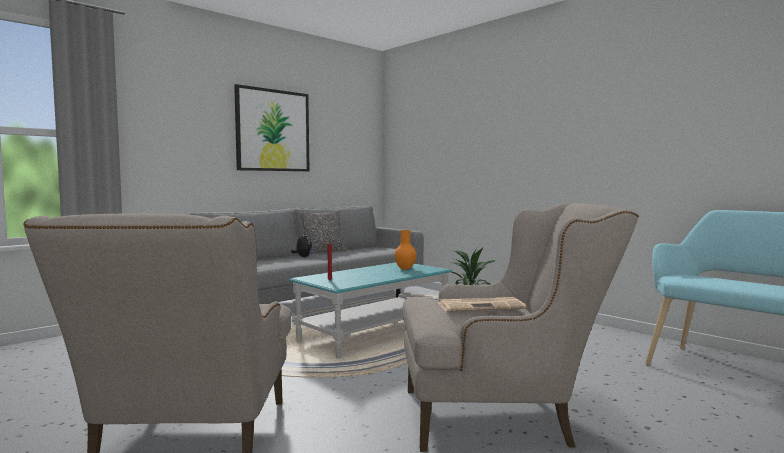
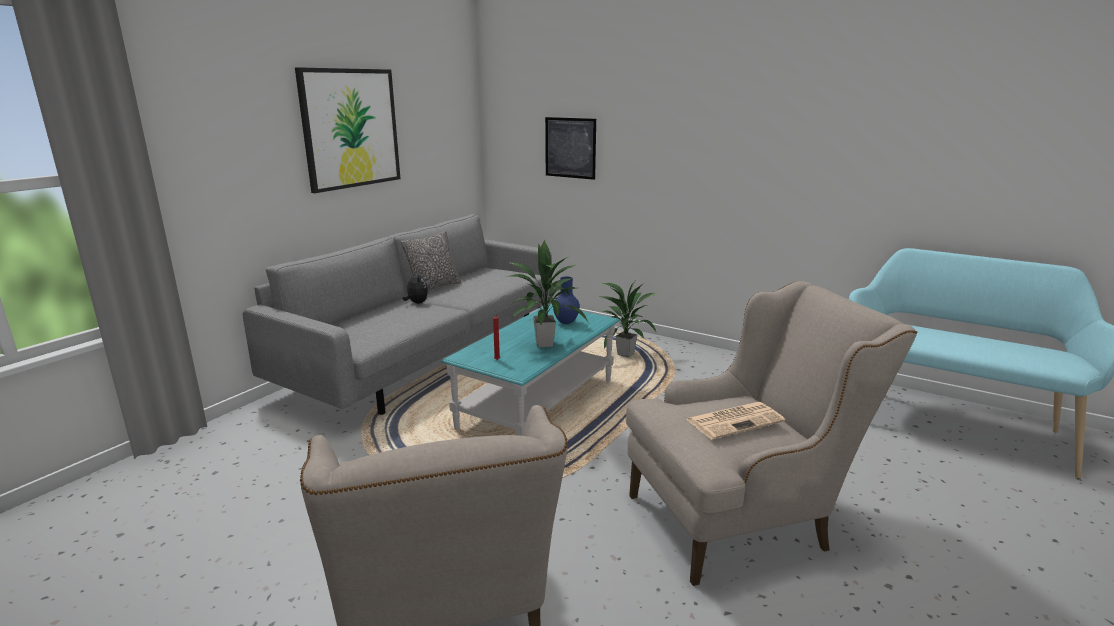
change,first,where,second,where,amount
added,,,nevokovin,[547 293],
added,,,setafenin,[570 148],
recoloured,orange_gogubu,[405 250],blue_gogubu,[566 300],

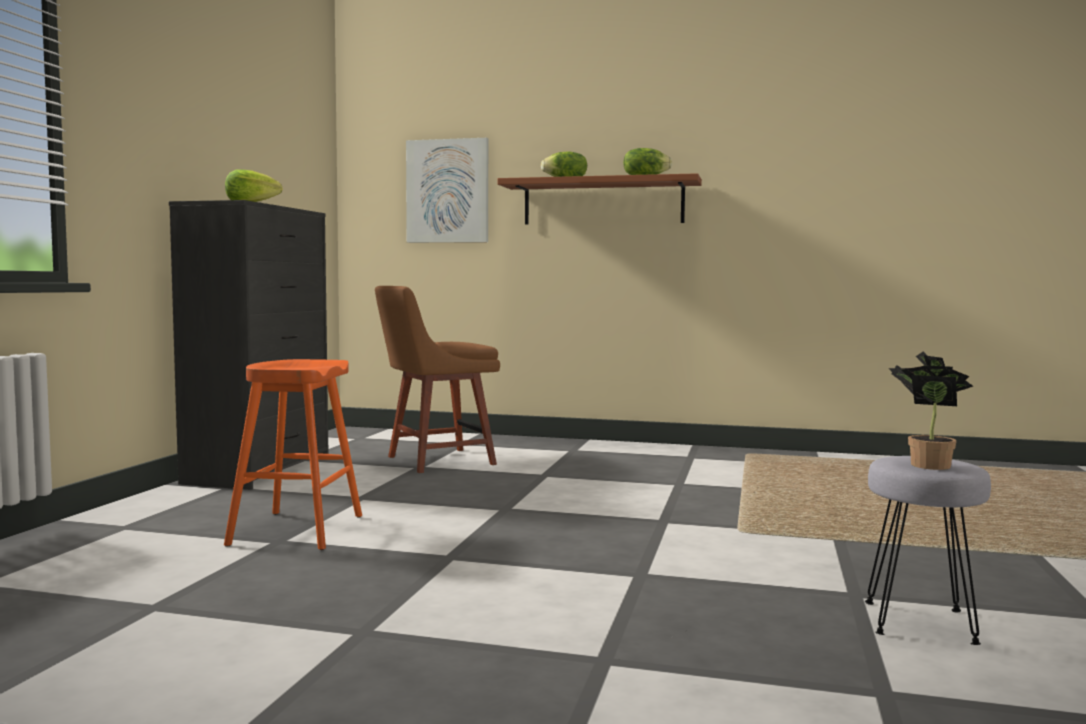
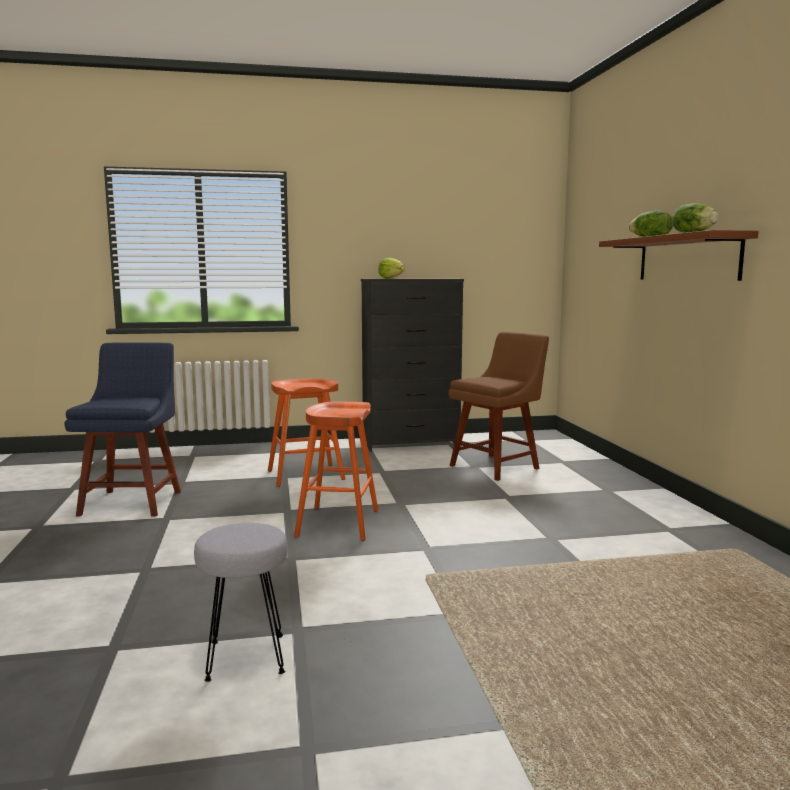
change,first,where,second,where,amount
added,,,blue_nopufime,[123 429],
added,,,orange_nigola,[336 471],
turned,brown_nopufime,[437 379],,[498 406],105 degrees clockwise
removed,setafenin,[447 190],,,
removed,nevokovin,[930 410],,,

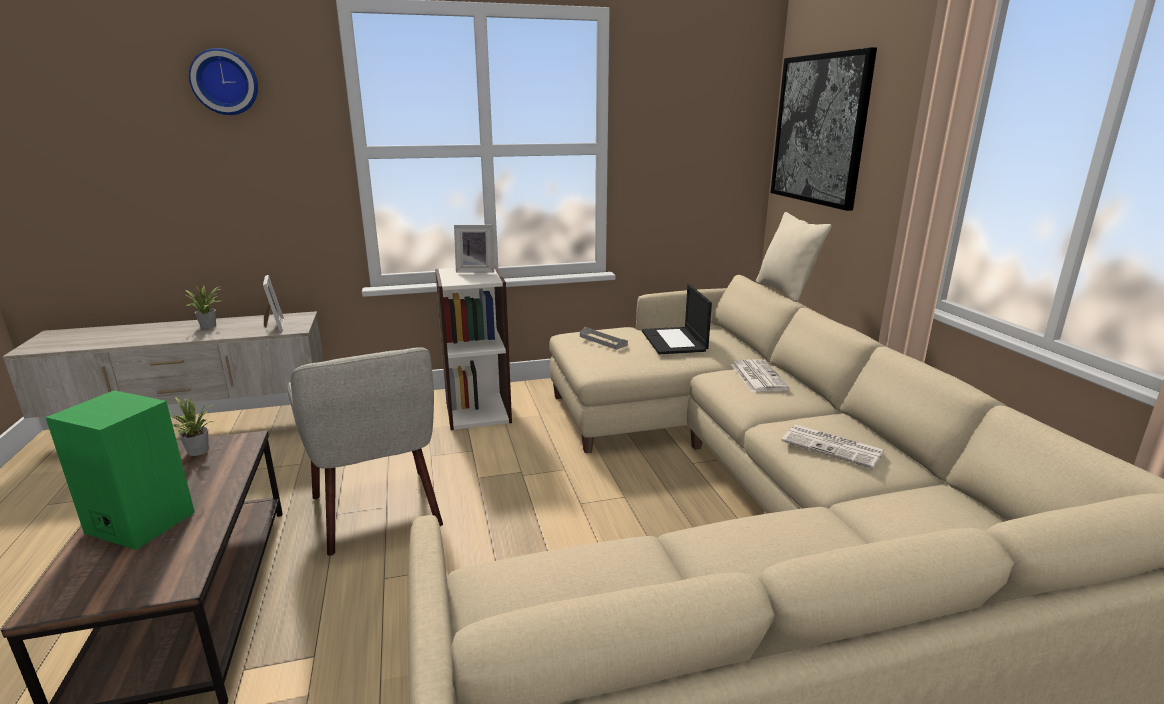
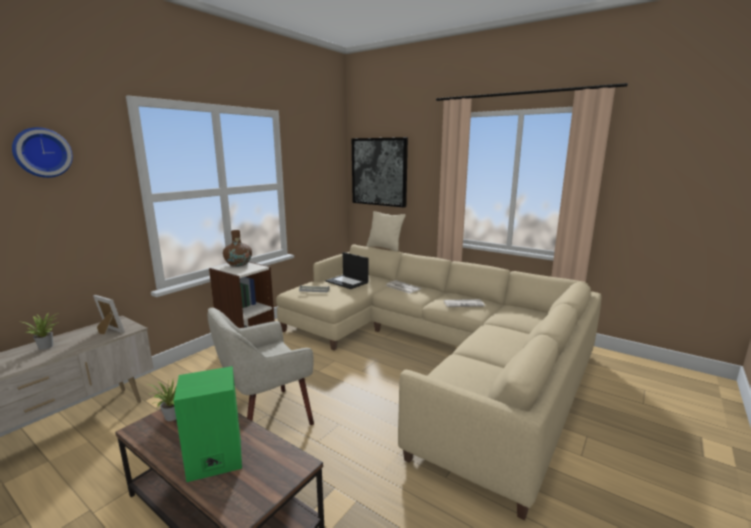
change,first,where,second,where,amount
turned,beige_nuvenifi,[365 451],,[261 366],120 degrees clockwise
replaced,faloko,[474 249],brown_gogubu,[237 248],

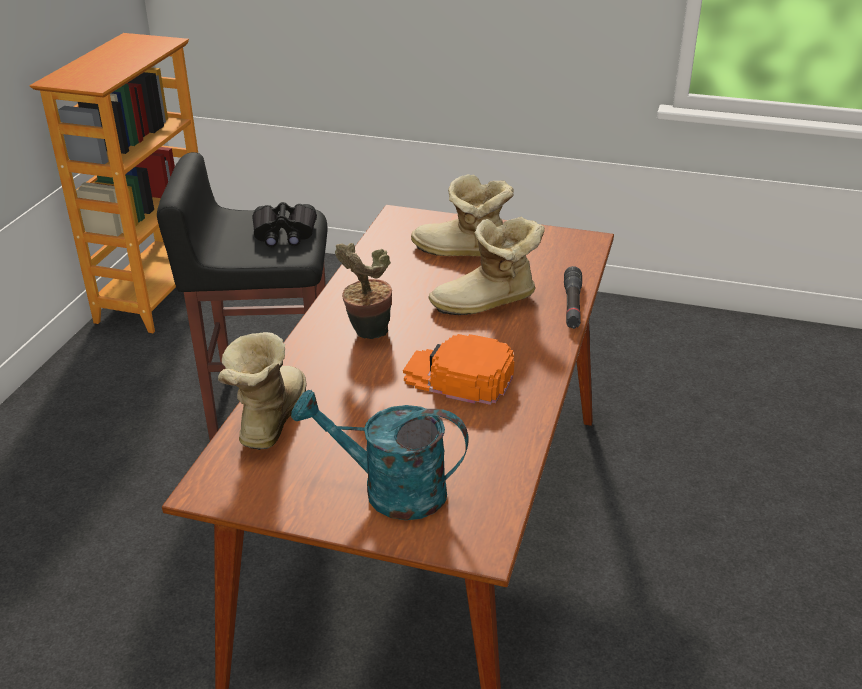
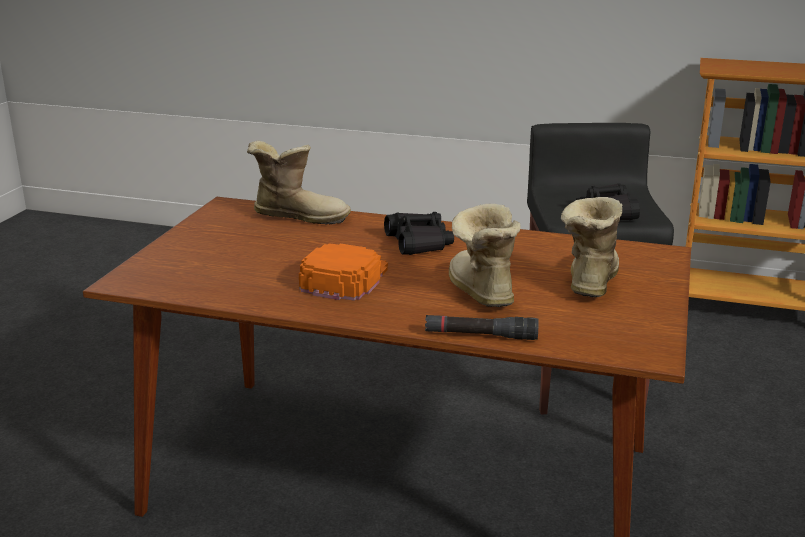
change,first,where,second,where,amount
replaced,nevokovin,[363 291],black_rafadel,[419 233],
removed,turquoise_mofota,[380 455],,,

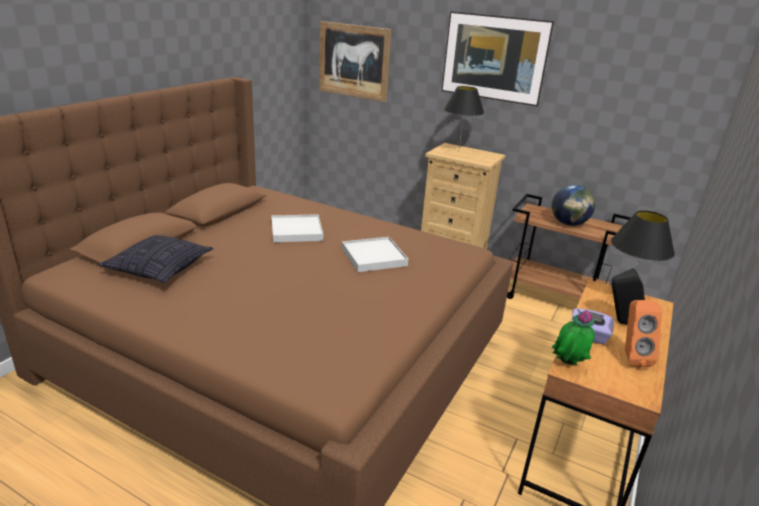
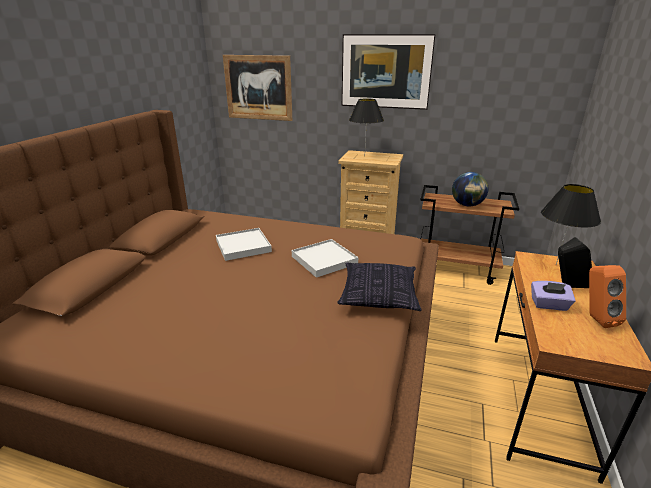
change,first,where,second,where,amount
moved,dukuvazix,[155 259],,[380 287],
removed,nevokovin,[573 337],,,

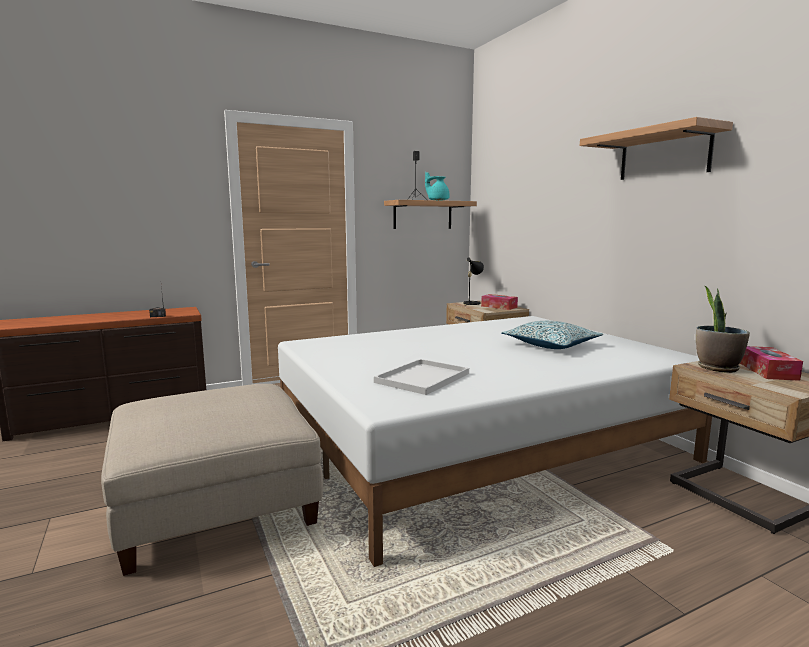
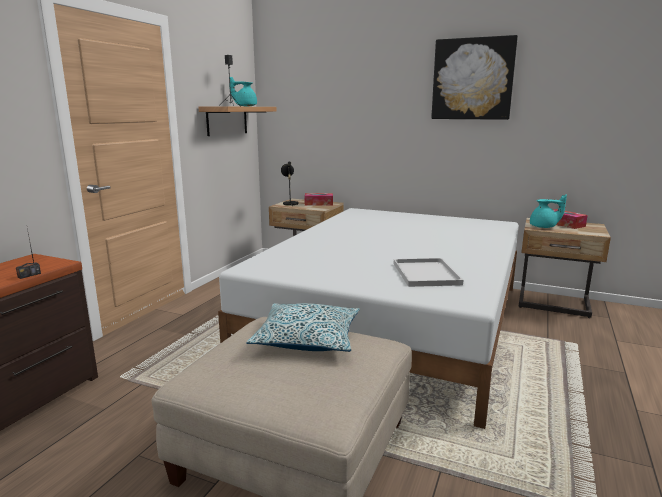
change,first,where,second,where,amount
moved,dukuvazix,[552 335],,[303 327],
replaced,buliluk,[656 148],setafenin,[474 77],
replaced,nevokovin,[723 329],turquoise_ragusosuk,[548 211],

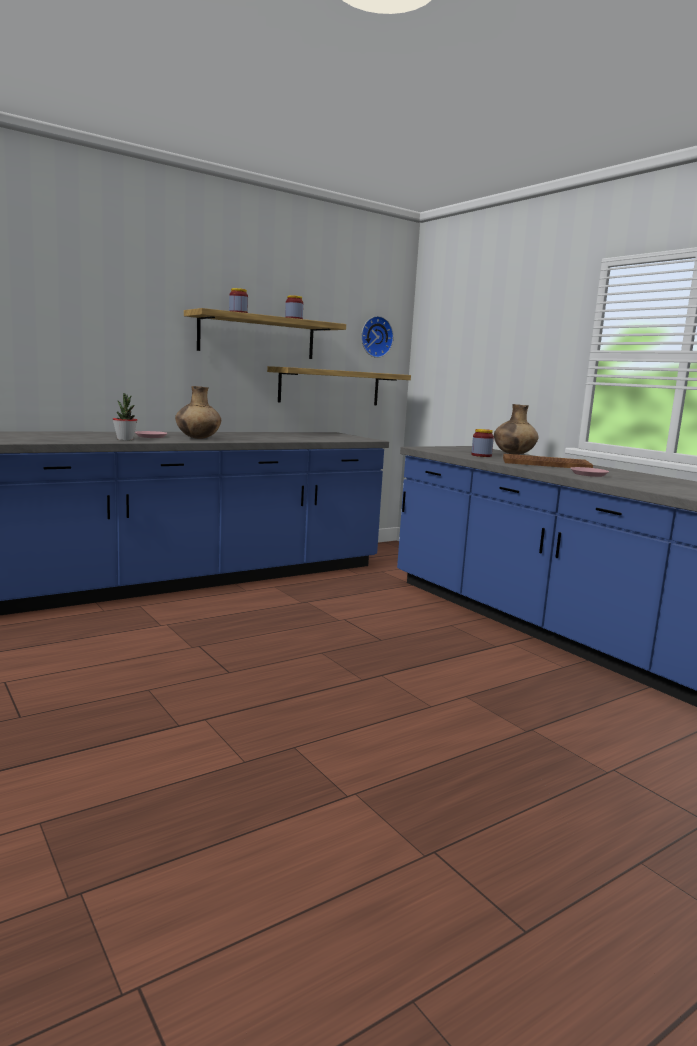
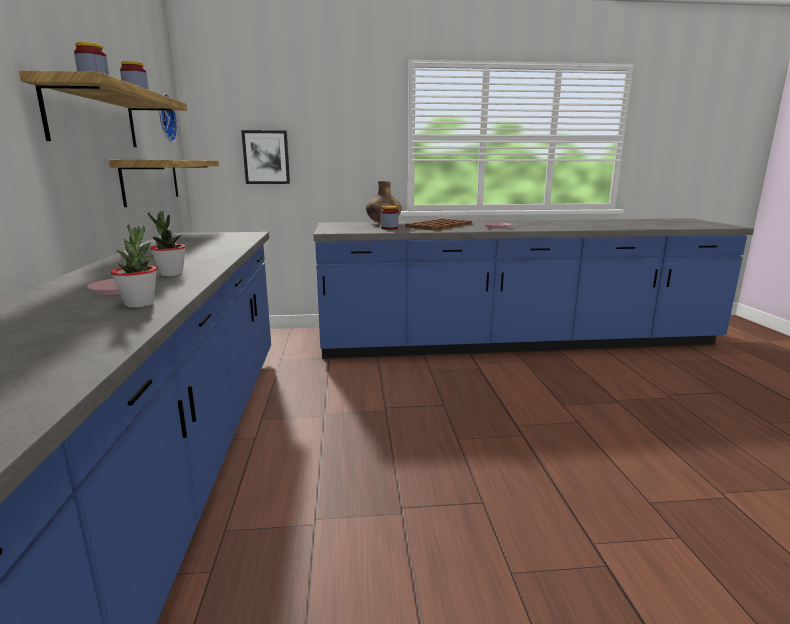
change,first,where,second,where,amount
replaced,brown_gogubu,[198 412],nevokovin,[167 244],
added,,,setafenin,[265 157],

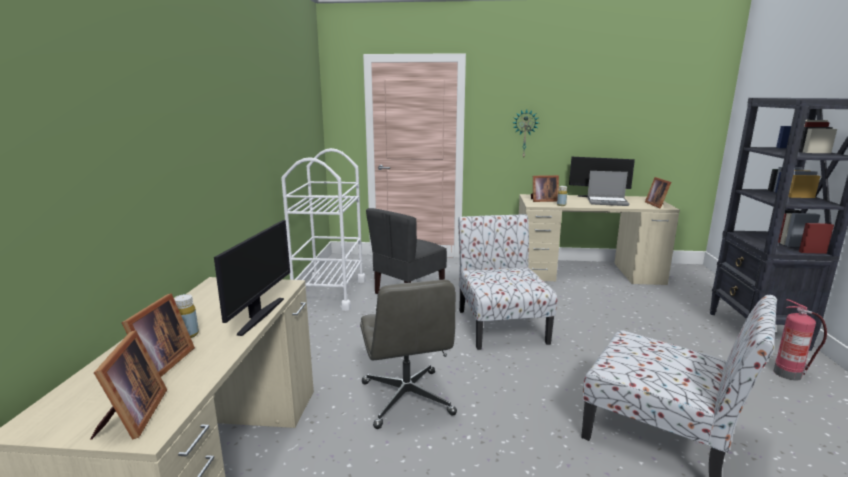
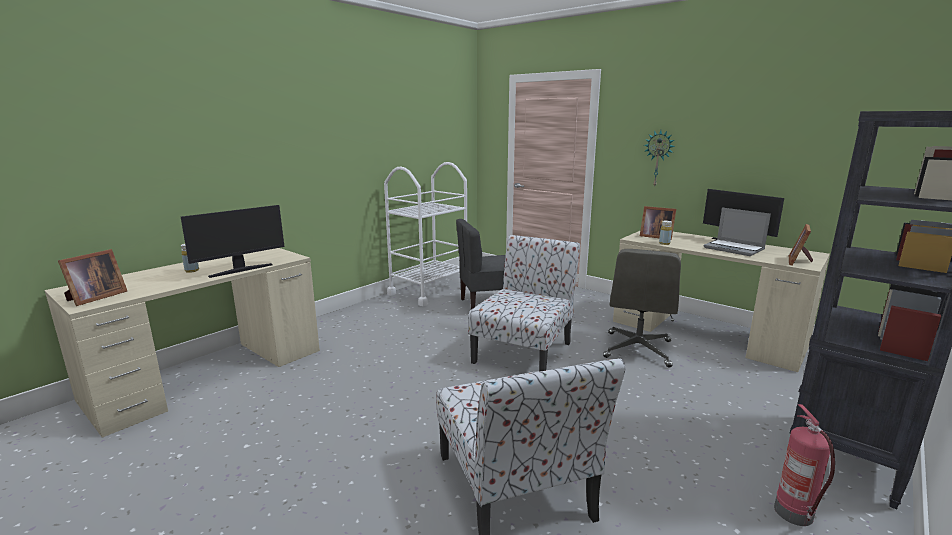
change,first,where,second,where,amount
moved,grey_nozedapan,[408 354],,[642 308],
removed,faloko,[158 335],,,

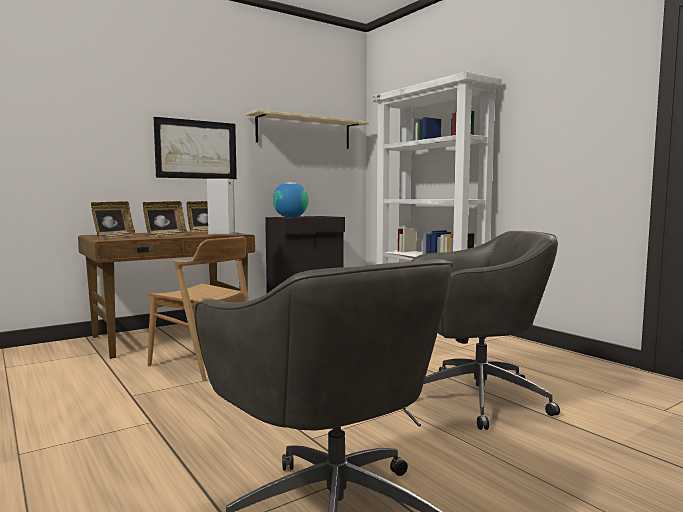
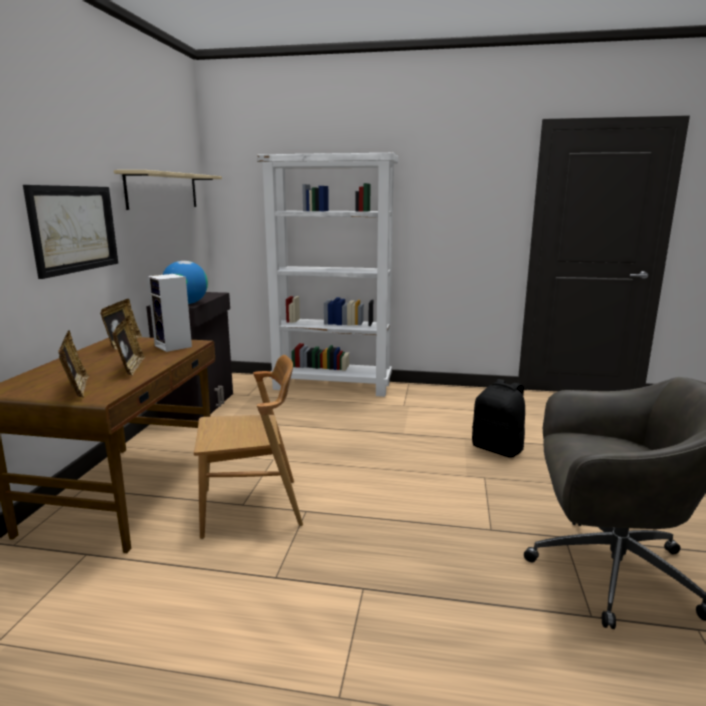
change,first,where,second,where,amount
replaced,grey_nozedapan,[485 330],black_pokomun,[498 418],

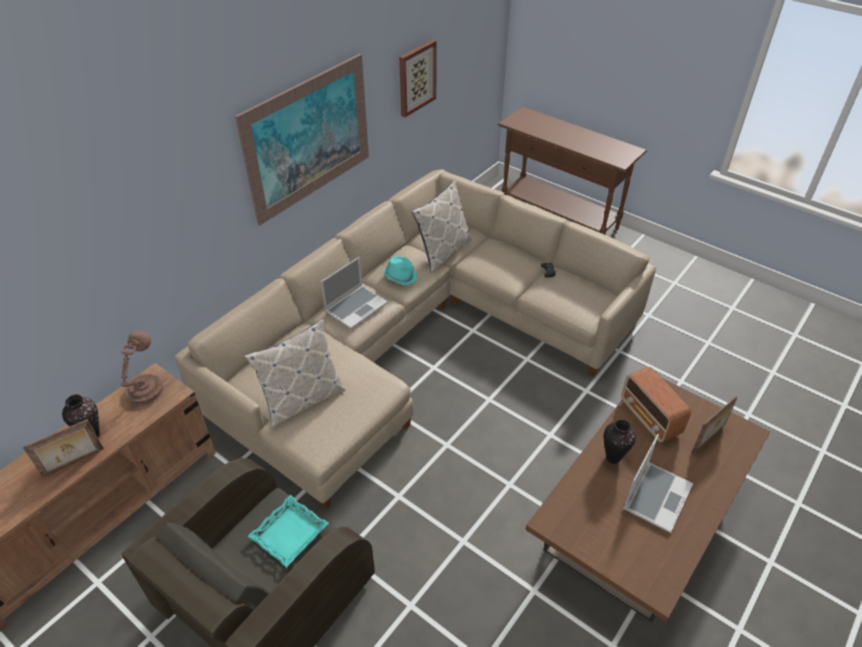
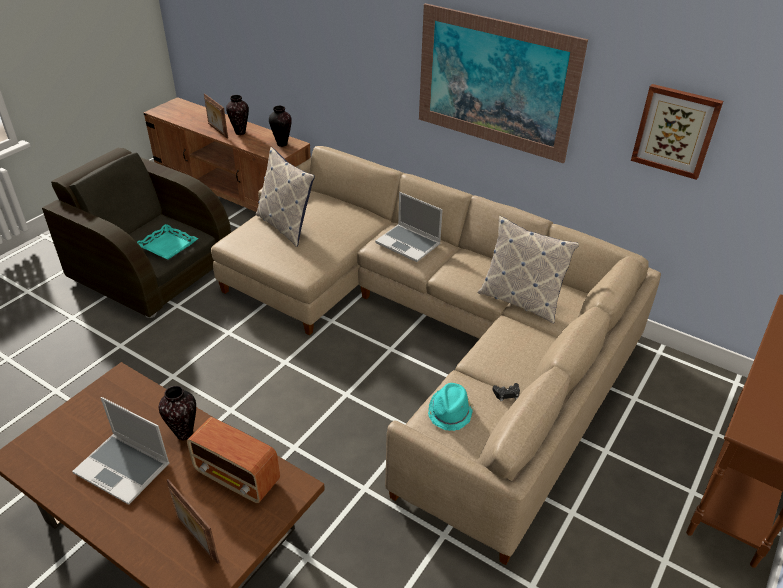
change,first,where,second,where,amount
turned,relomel,[656 405],,[233 460],120 degrees counterclockwise
replaced,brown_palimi,[142 368],gogubu,[280 126],
moved,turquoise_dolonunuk,[400 270],,[451 407],

